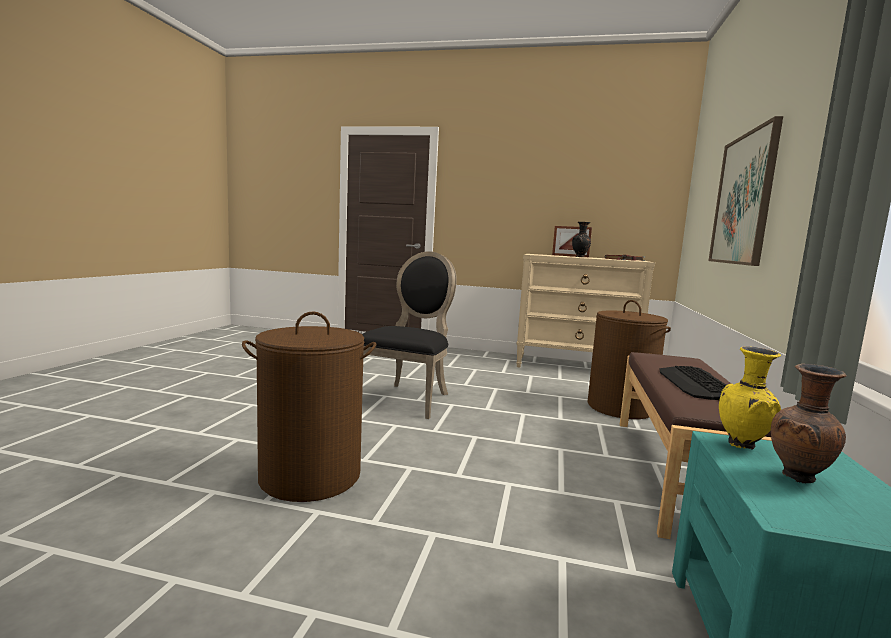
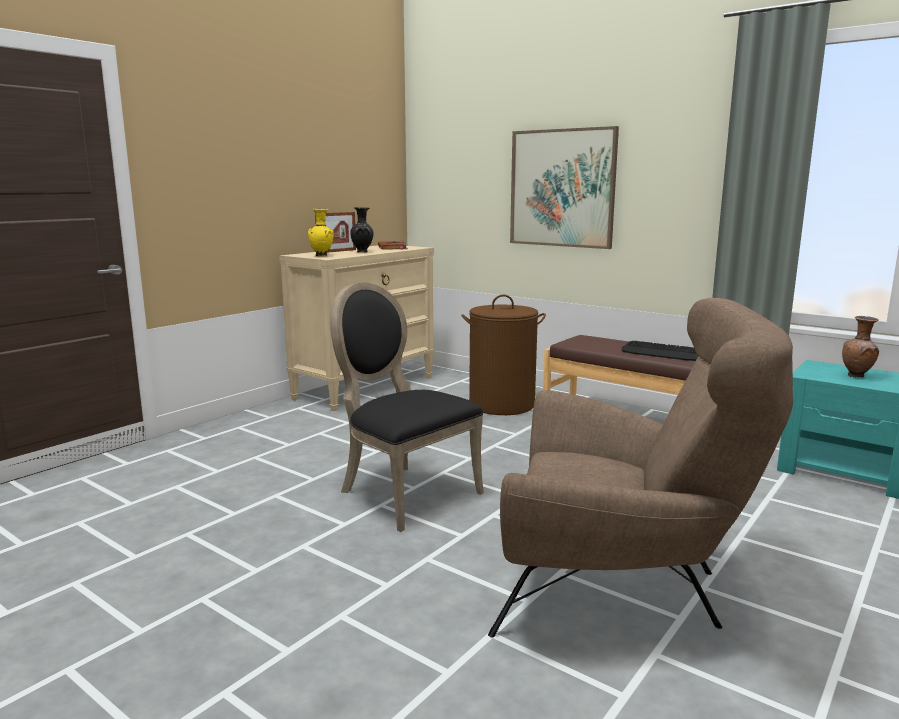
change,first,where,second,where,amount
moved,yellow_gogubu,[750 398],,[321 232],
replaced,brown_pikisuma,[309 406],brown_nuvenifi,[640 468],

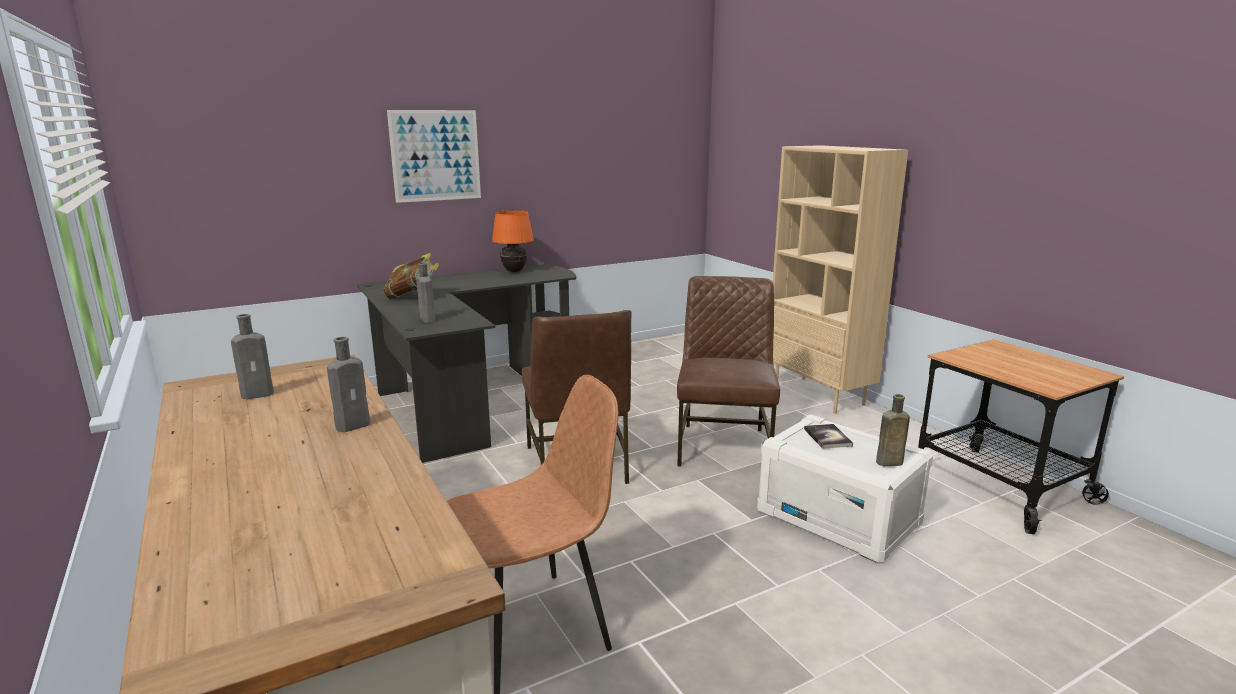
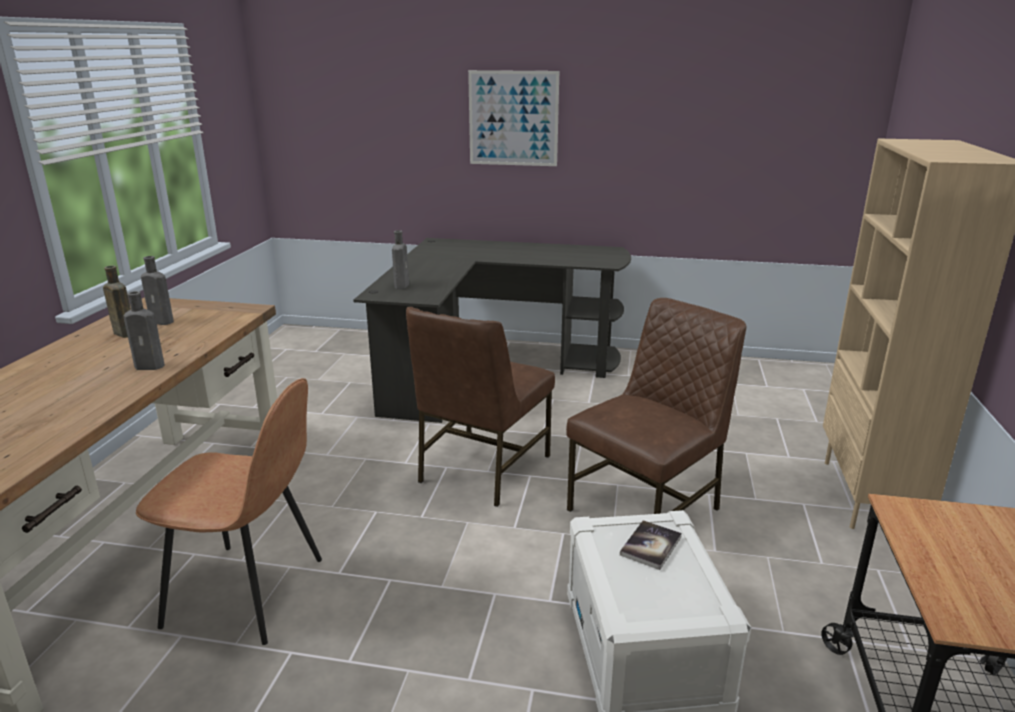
change,first,where,second,where,amount
moved,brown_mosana,[893 430],,[117 302],
removed,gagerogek,[410 276],,,
removed,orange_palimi,[513 241],,,

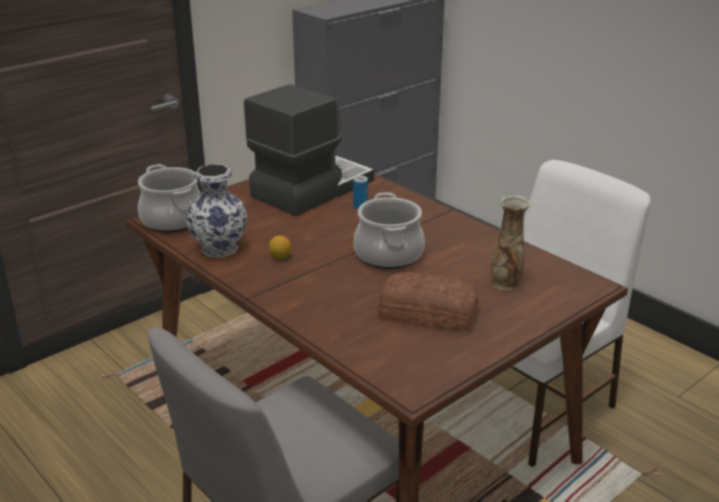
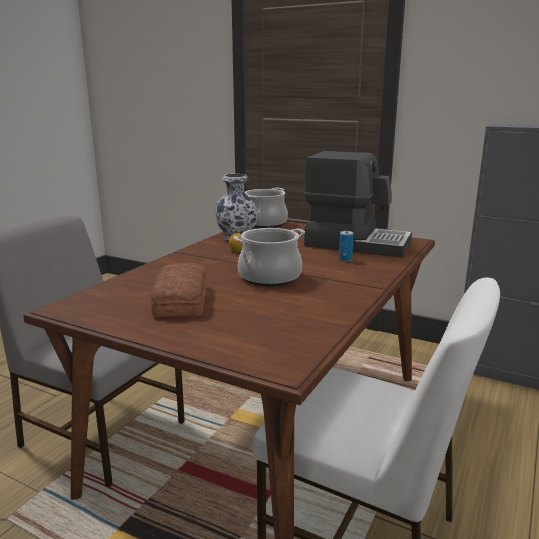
change,first,where,second,where,amount
removed,gogubu,[511 243],,,

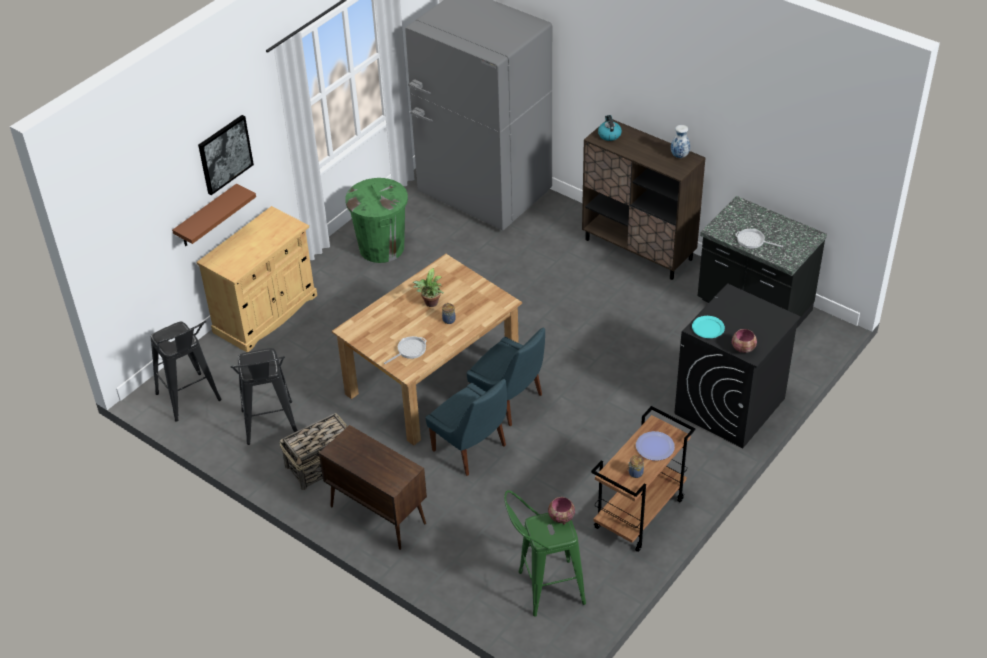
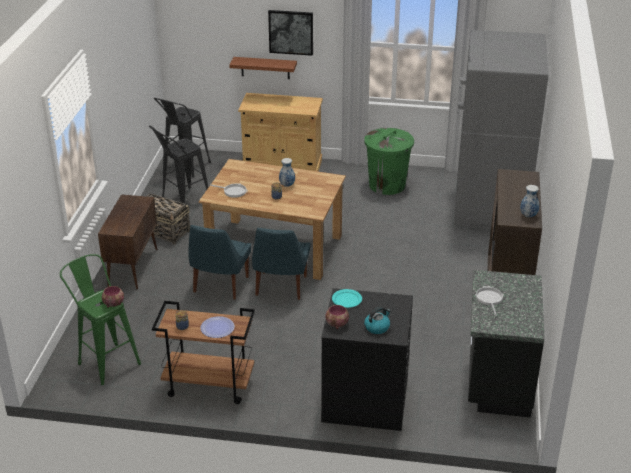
change,first,where,second,where,amount
replaced,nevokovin,[428 287],gogubu,[287 172],
moved,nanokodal,[610 128],,[377 320],

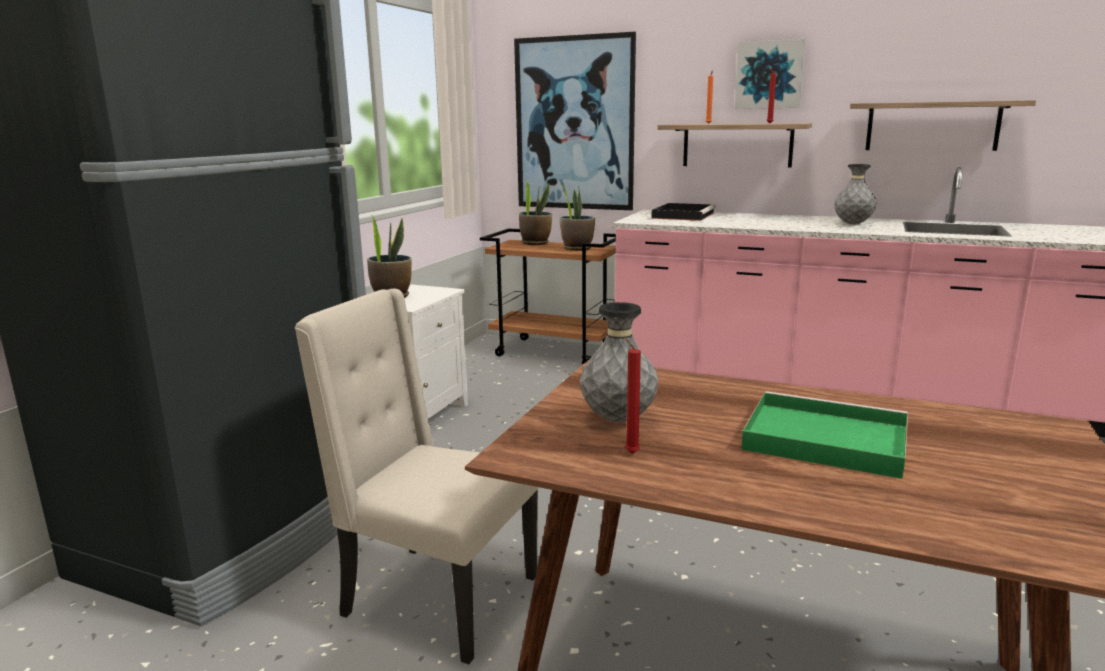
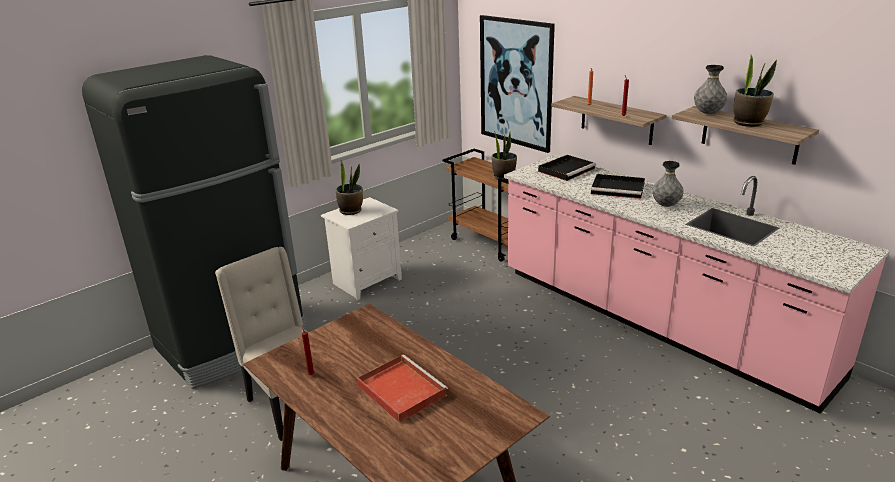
change,first,where,second,where,amount
recoloured,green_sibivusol,[824 435],red_sibivusol,[402 389],
added,,,black_sibivusol,[618 186],
moved,grey_gogubu,[619 362],,[710 89],
moved,nevokovin,[535 212],,[755 91],
removed,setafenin,[770 74],,,

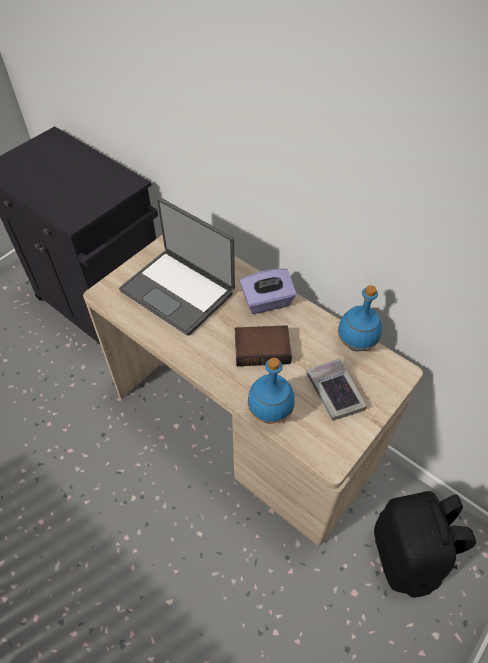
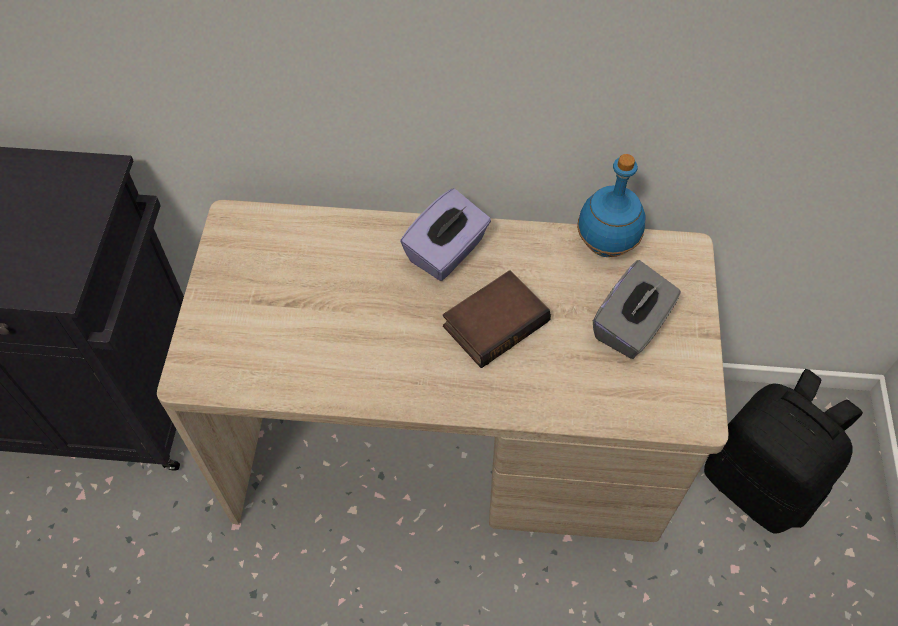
change,first,where,second,where,amount
replaced,gagerogek,[336 389],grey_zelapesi,[637 309],
removed,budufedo,[177 267],,,
removed,blue_mosana,[271 391],,,

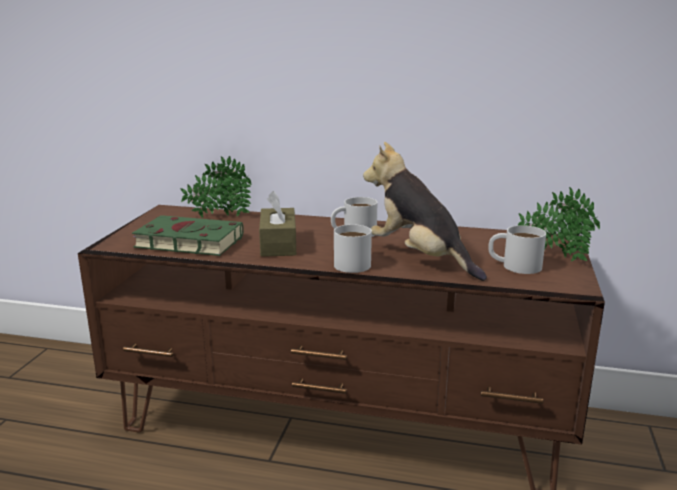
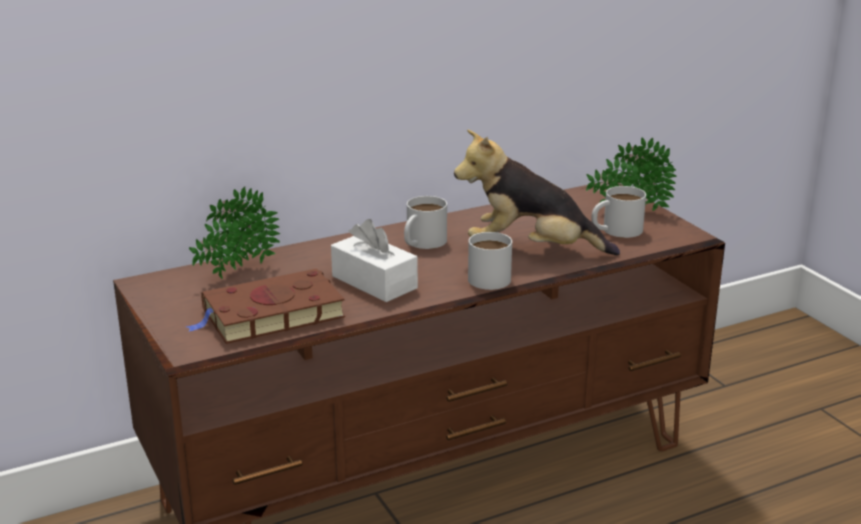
change,first,where,second,where,amount
recoloured,green_gagerogek,[188 235],brown_gagerogek,[266 306],
recoloured,brown_zelapesi,[277 224],white_zelapesi,[374 260],

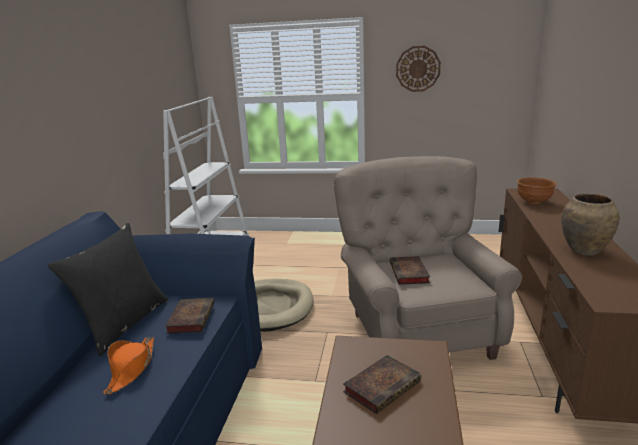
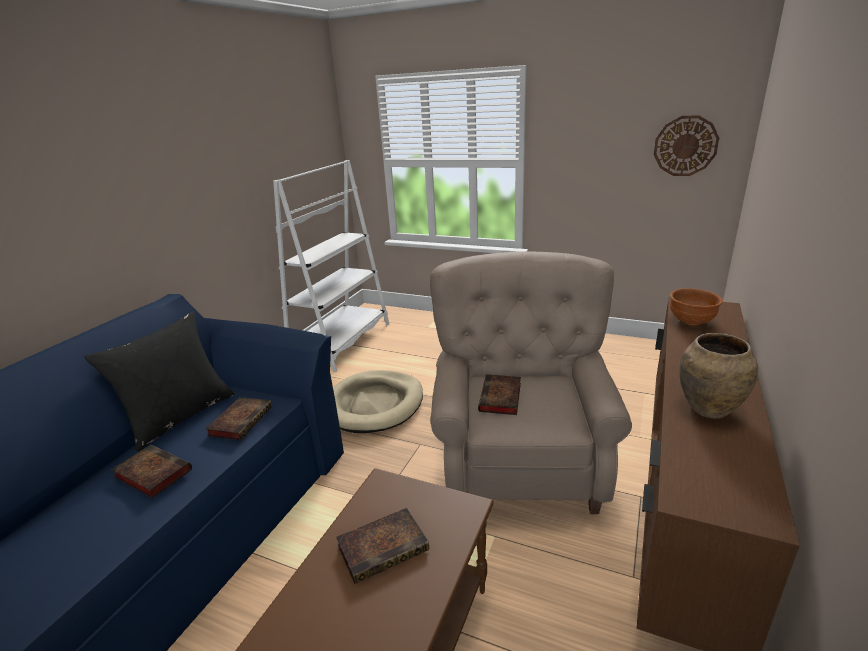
change,first,where,second,where,amount
replaced,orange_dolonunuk,[128 365],gagerogek,[151 471],
moved,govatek,[418 69],,[686 145],

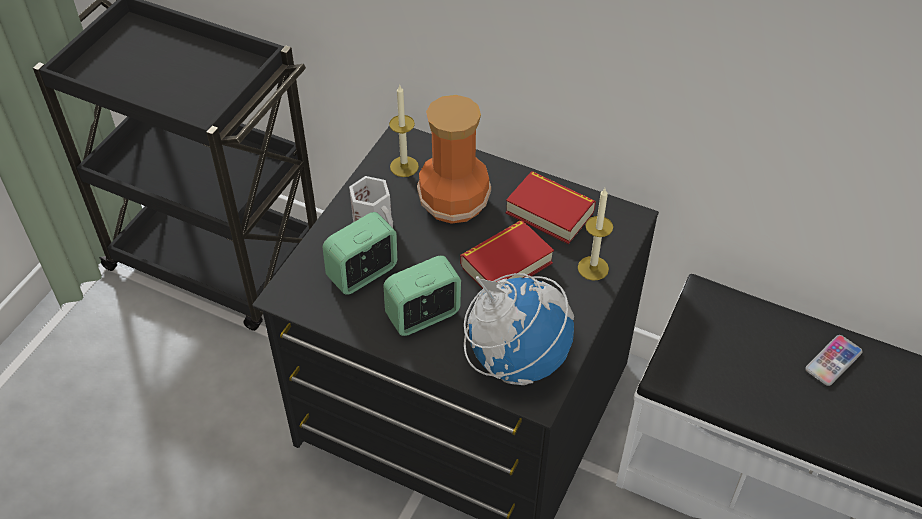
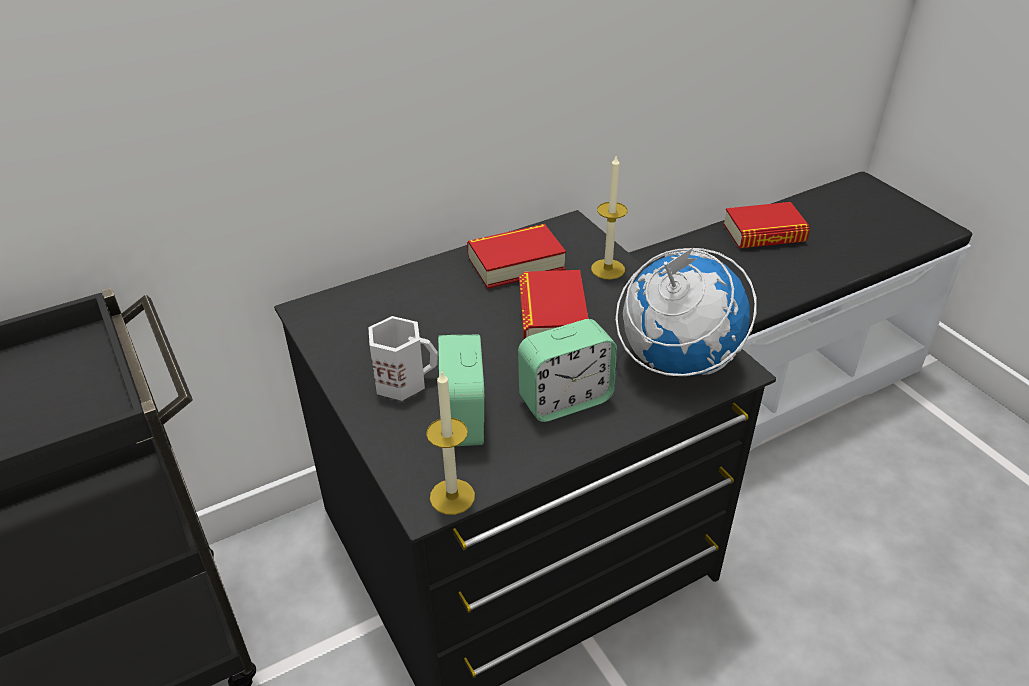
change,first,where,second,where,amount
moved,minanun,[404 131],,[450 443],
turned,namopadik,[422 295],,[567 370],120 degrees counterclockwise
replaced,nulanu,[834 360],gagerogek,[766 225],
removed,gogubu,[454 159],,,

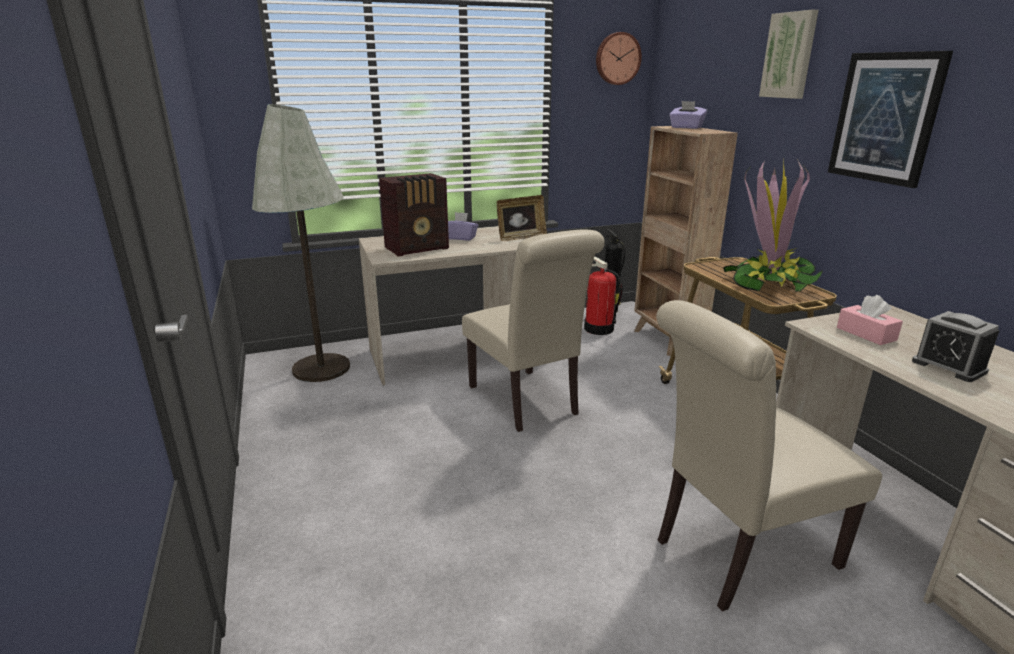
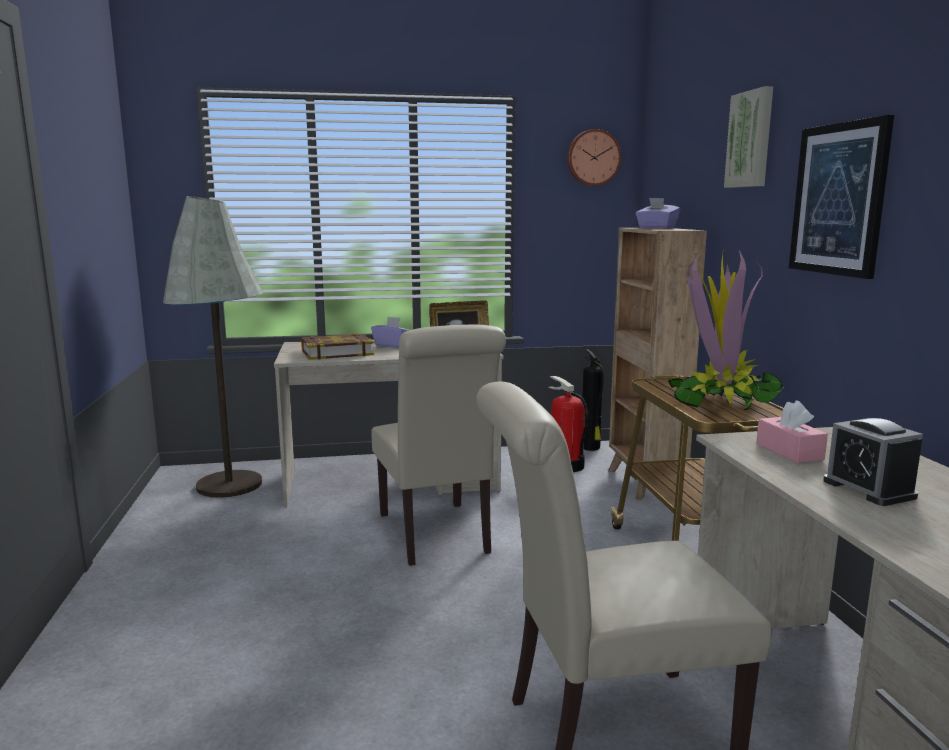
change,first,where,second,where,amount
replaced,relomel,[414 215],gagerogek,[337 346],

